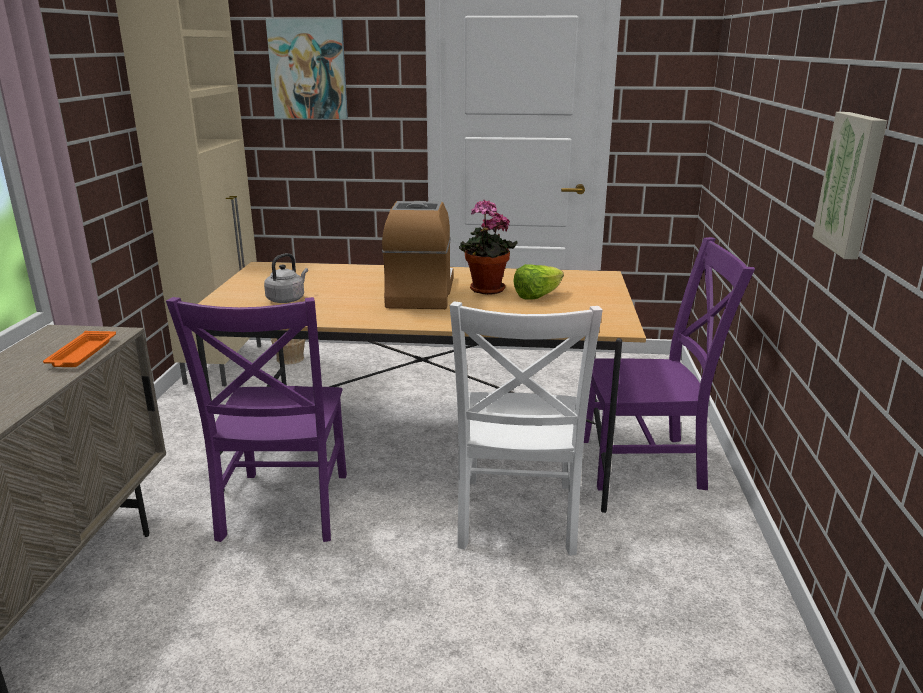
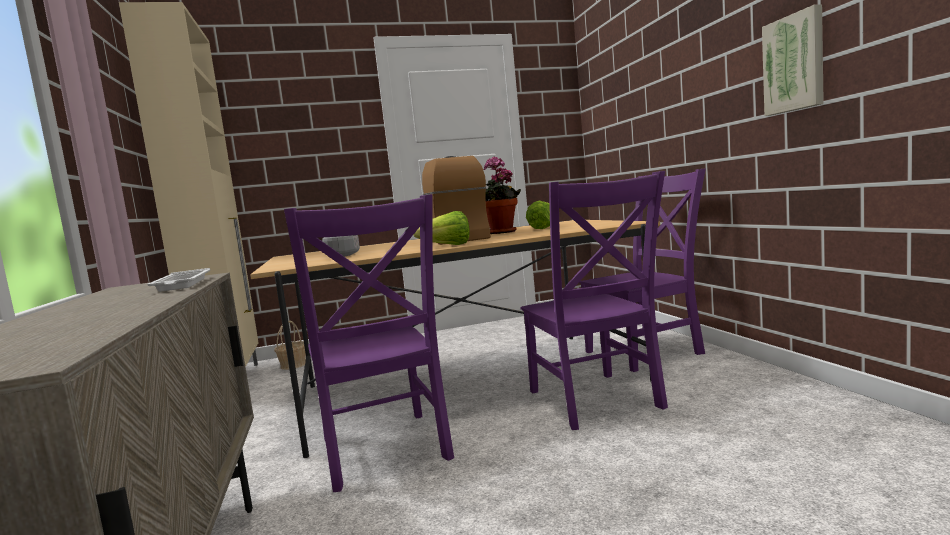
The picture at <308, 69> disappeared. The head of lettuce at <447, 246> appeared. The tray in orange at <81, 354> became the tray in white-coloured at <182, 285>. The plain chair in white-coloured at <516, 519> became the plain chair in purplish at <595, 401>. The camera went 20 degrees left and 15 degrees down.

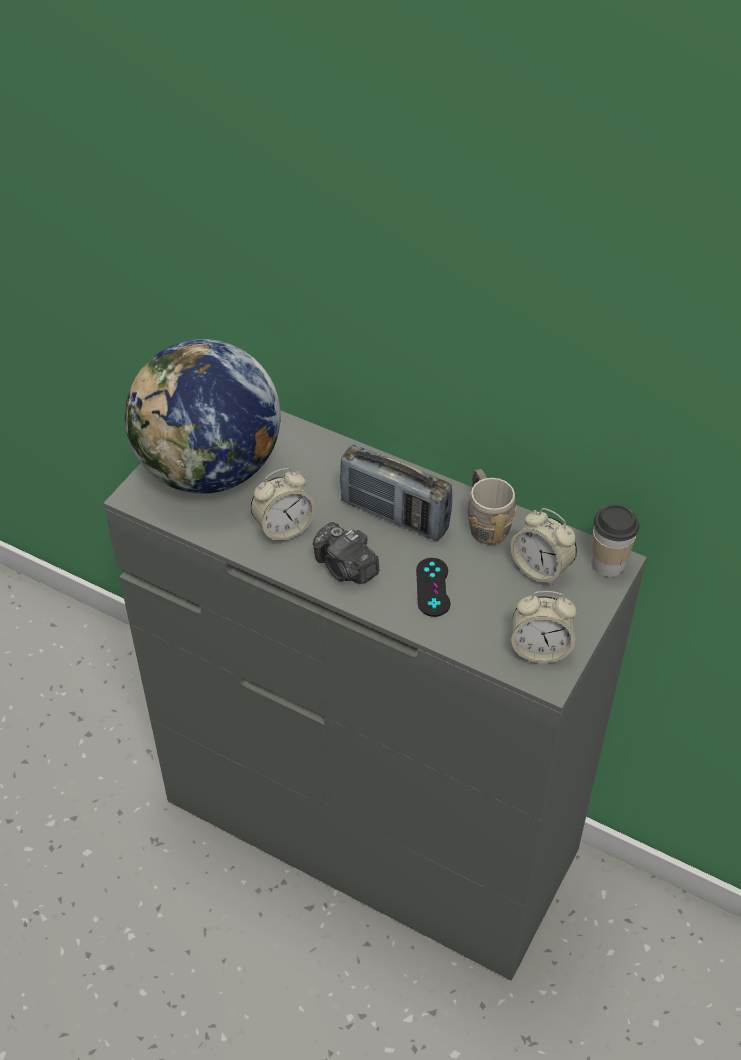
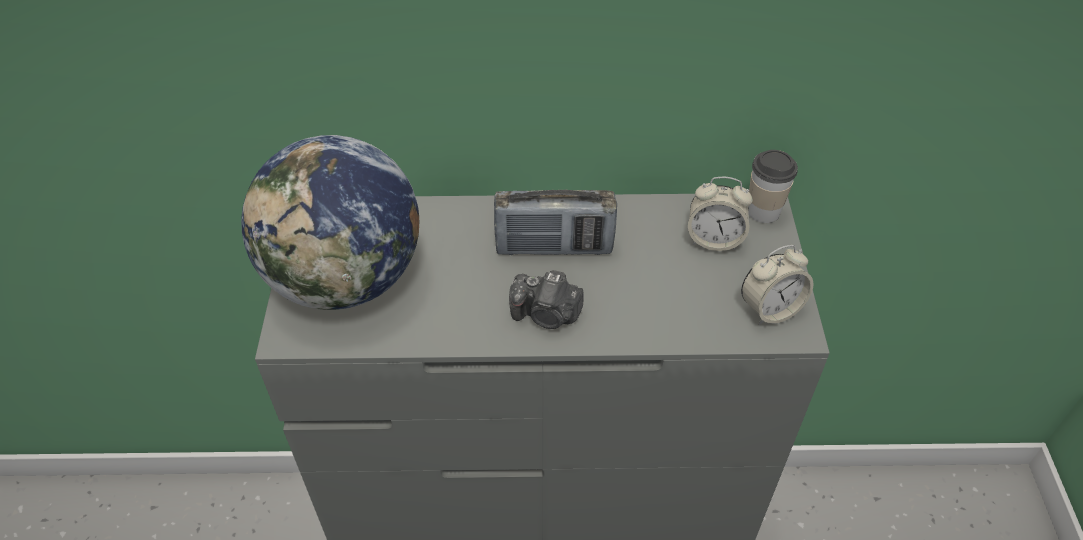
The bedside clock at <284, 528> disappeared. The gamepad in blackish at <433, 587> disappeared. The tea mug in greyish at <485, 523> disappeared. The camera went 30 degrees left and 0 degrees up.

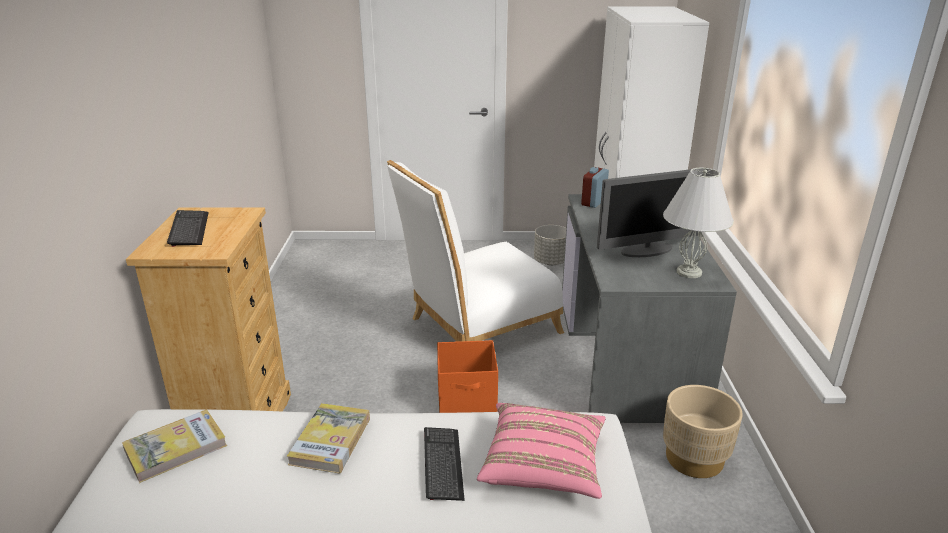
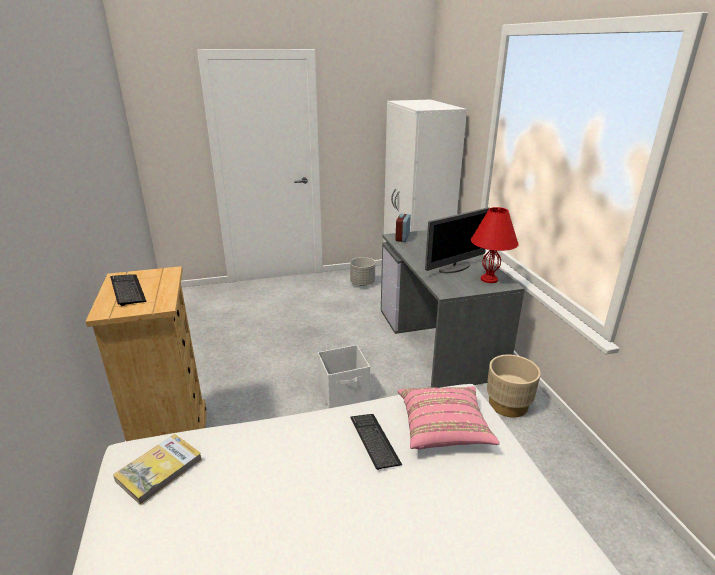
The bound book at <330, 440> disappeared. The plain chair in white-coloured at <477, 328> disappeared. The storage box in orange at <468, 405> became the storage box in white-coloured at <344, 394>. The lamp for a table in white-coloured at <688, 272> became the lamp for a table in reddish at <488, 279>. The camera went 15 degrees left and 0 degrees up.

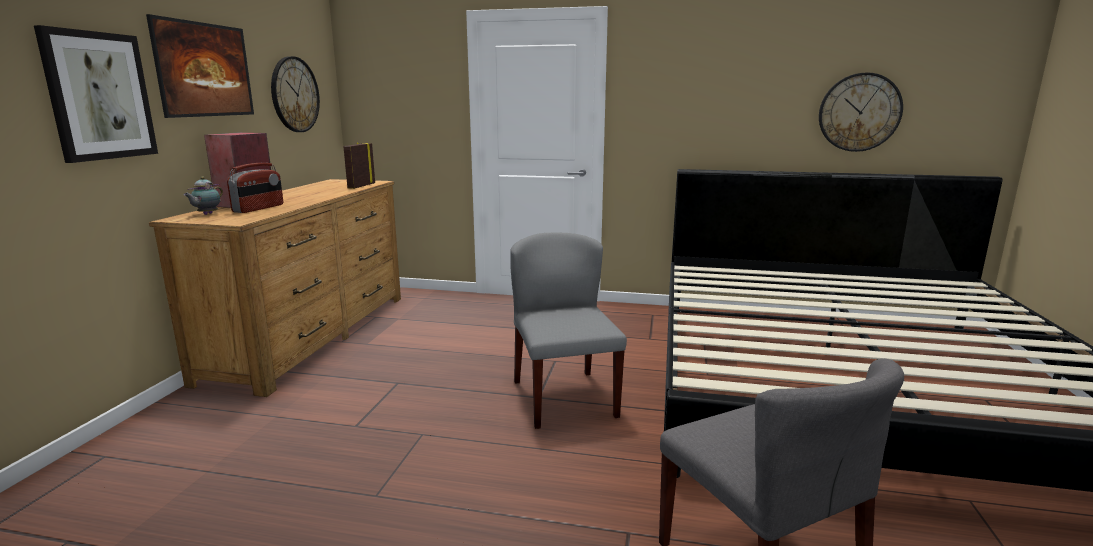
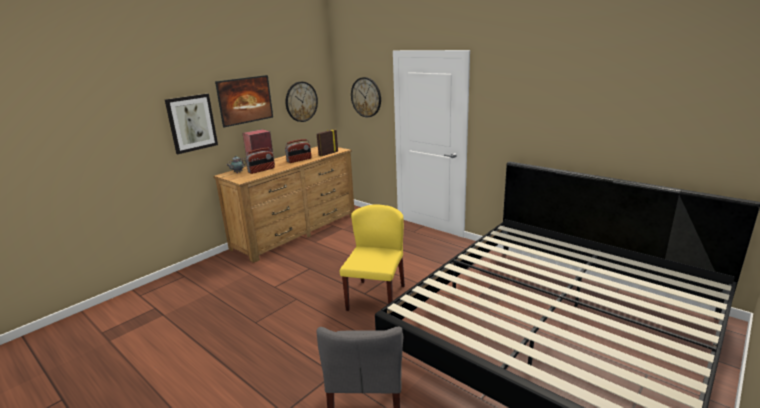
The radio receiver at <299, 160> appeared. The wall clock moved from <859, 112> to <366, 97>. The plain chair in greyish at <563, 398> became the plain chair in yellowish at <376, 297>. The camera went 30 degrees right and 5 degrees up.

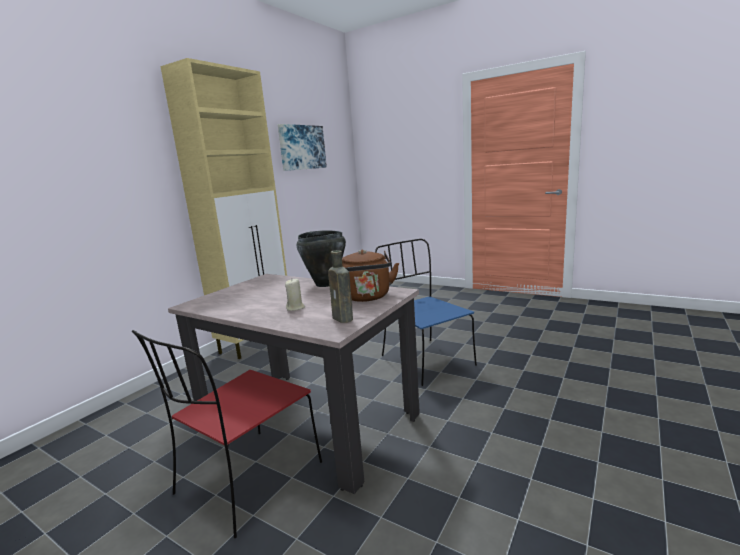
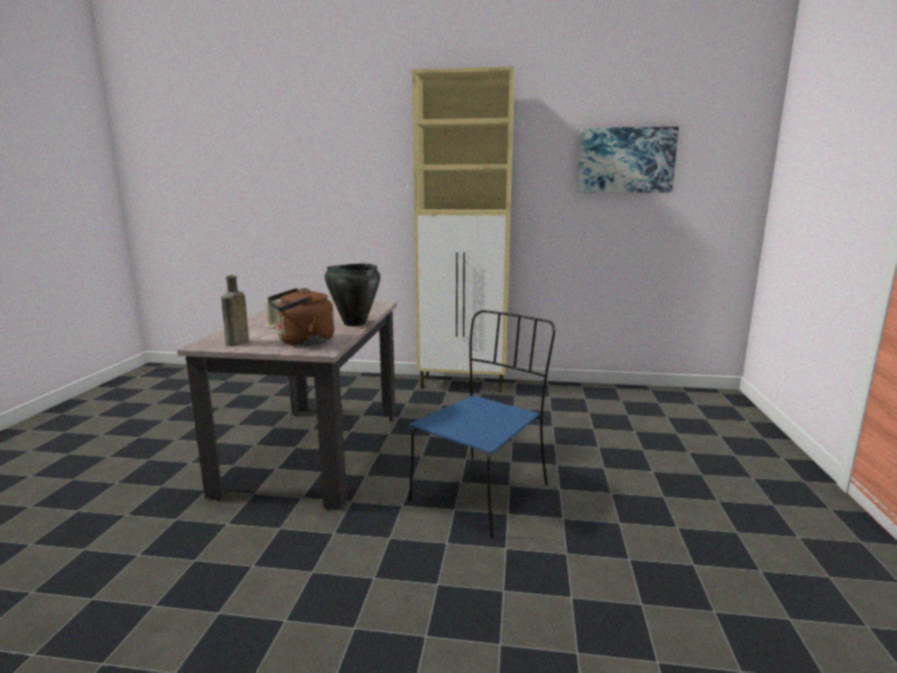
The plain chair in reddish at <247, 480> disappeared. The camera went 65 degrees right and 0 degrees up.

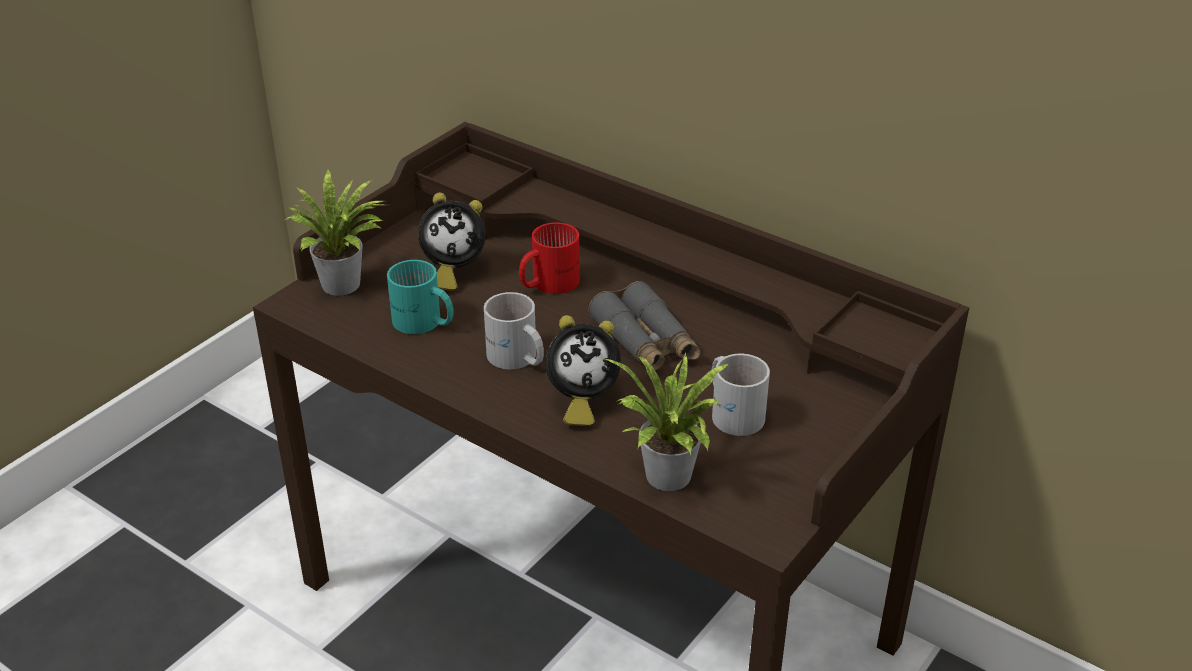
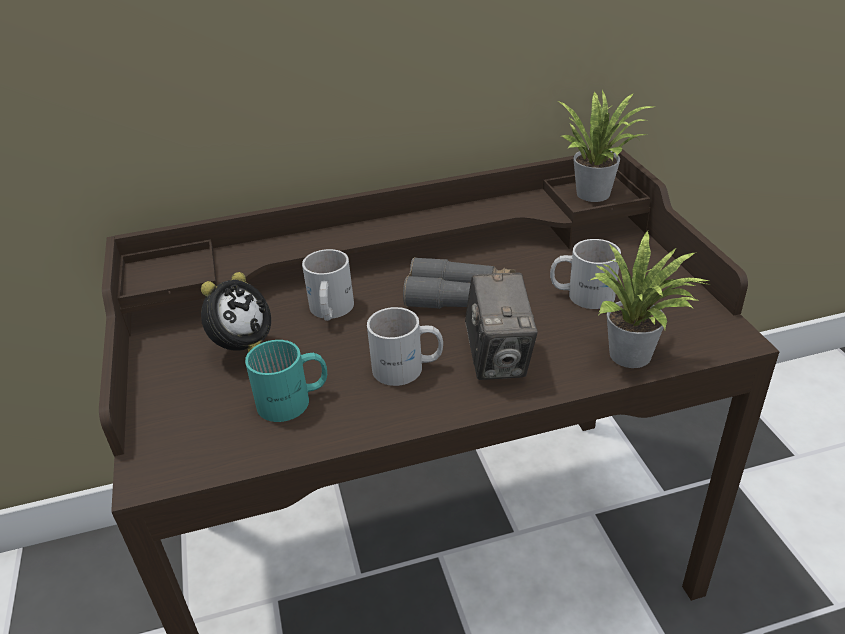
The plant in a pot moved from <345, 286> to <597, 193>. The bedside clock at <580, 401> was replaced by the photo camera at <498, 359>. The tea mug in reddish at <547, 283> became the tea mug in white-coloured at <329, 310>. The camera went 50 degrees left and 0 degrees up.

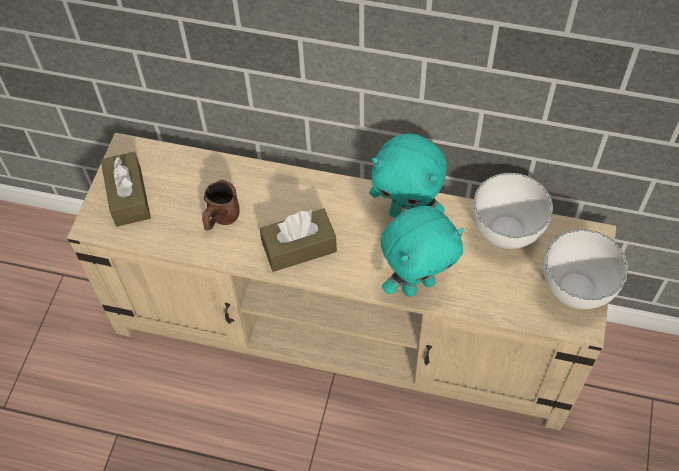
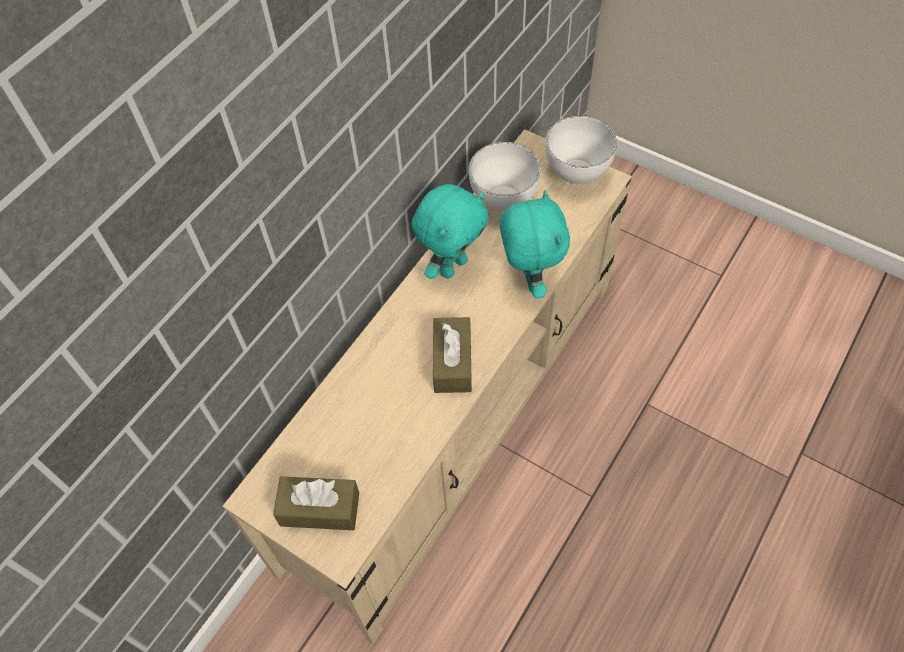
The tea mug in brown at <220, 220> disappeared. The camera went 70 degrees left and 0 degrees up.

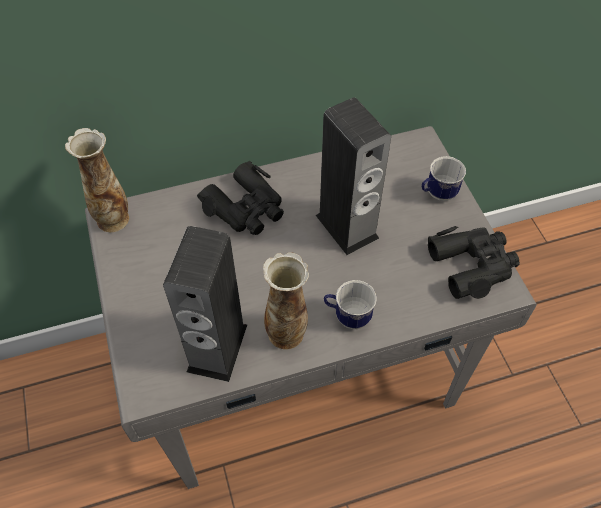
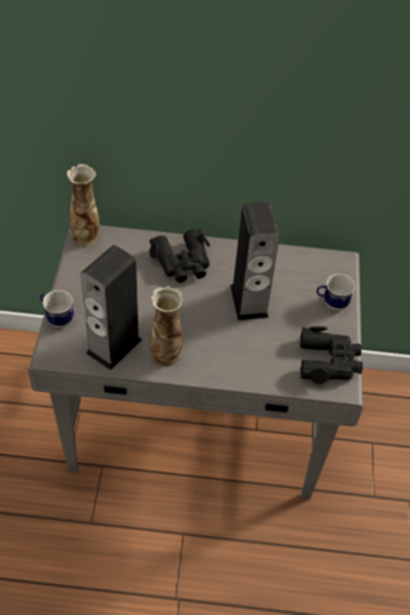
The tea mug moved from <347, 316> to <57, 318>. The camera went 20 degrees right and 5 degrees down.

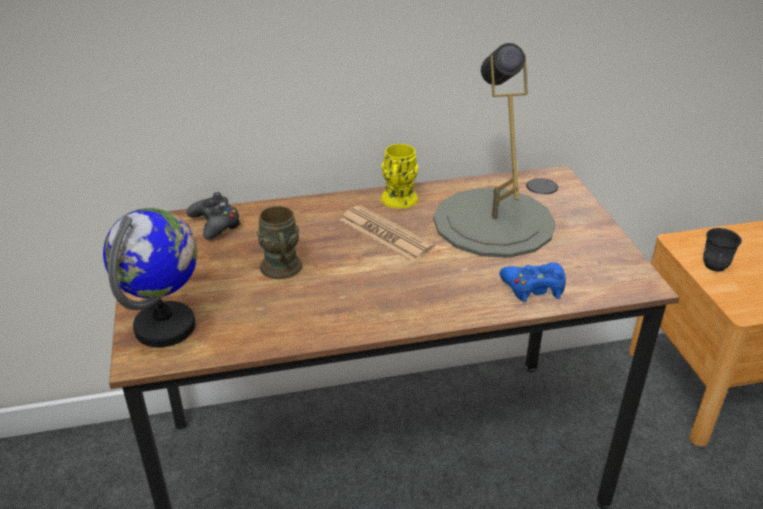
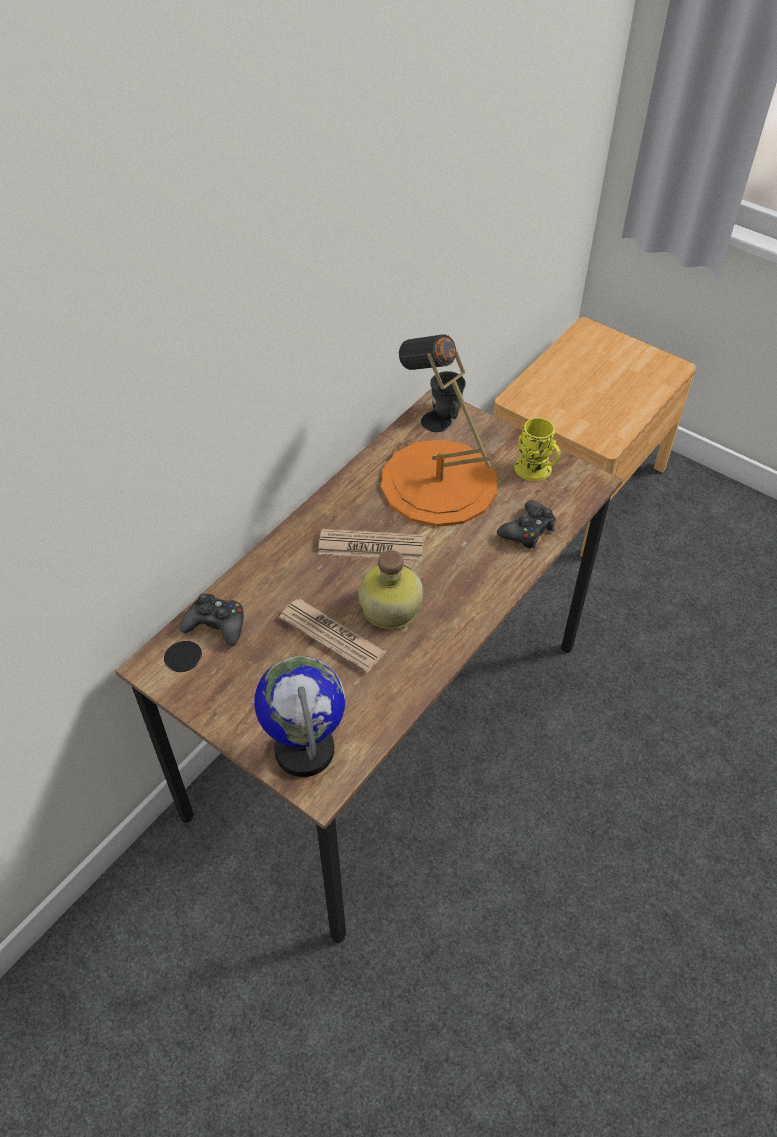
The bottle at <388, 608> appeared. The tea mug in yellowish moved from <398, 202> to <537, 472>. The tea mug in greyish moved from <714, 268> to <448, 415>. The tea mug in brown at <282, 271> was replaced by the daily paper at <332, 635>. The lamp for a table in greyish at <493, 222> became the lamp for a table in orange at <438, 483>. The gamepad in blue-coloured at <534, 287> became the gamepad in blackish at <528, 530>. The camera went 40 degrees left and 15 degrees up.

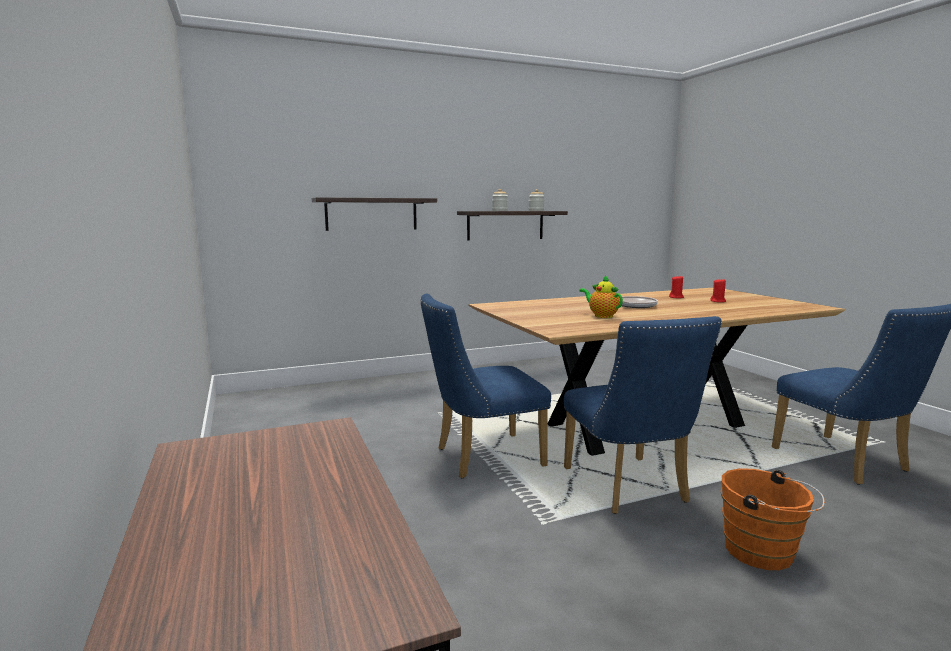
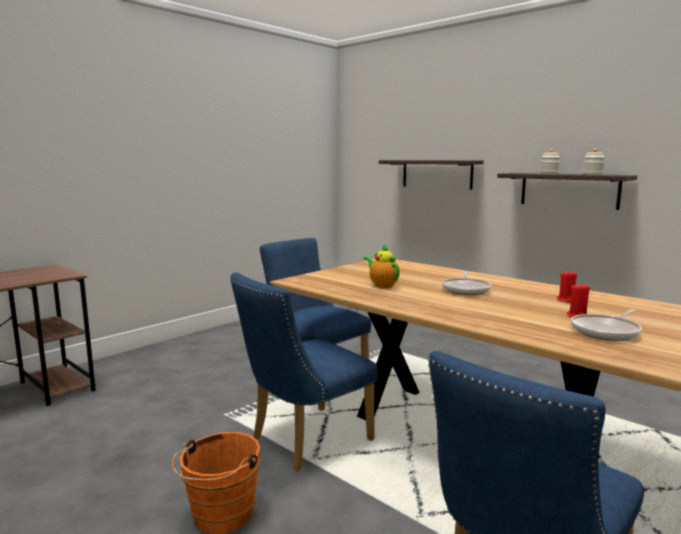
The frying pan at <607, 332> appeared. The tea pot at <601, 316> turned 60 degrees counterclockwise. The camera went 65 degrees right and 0 degrees up.

